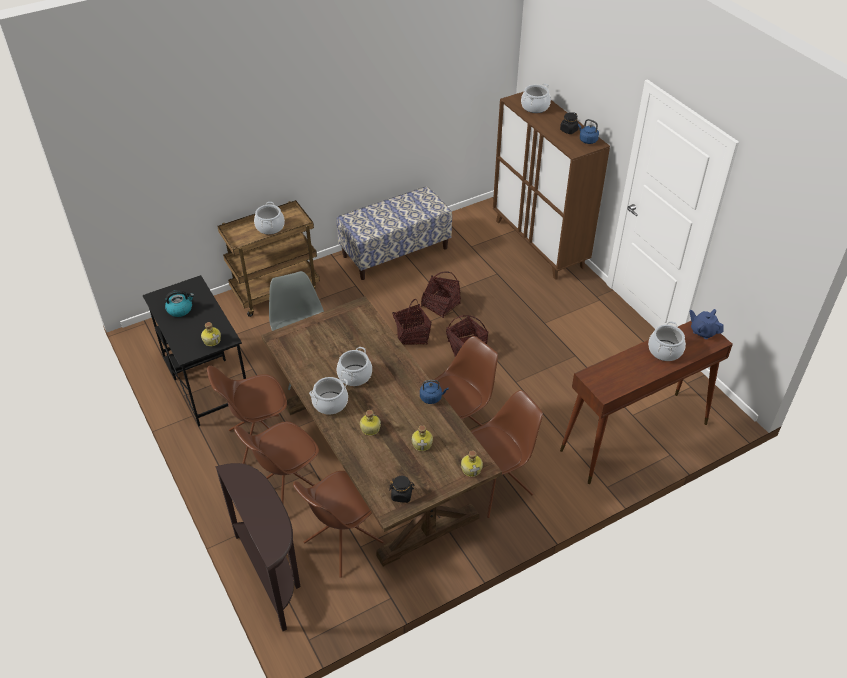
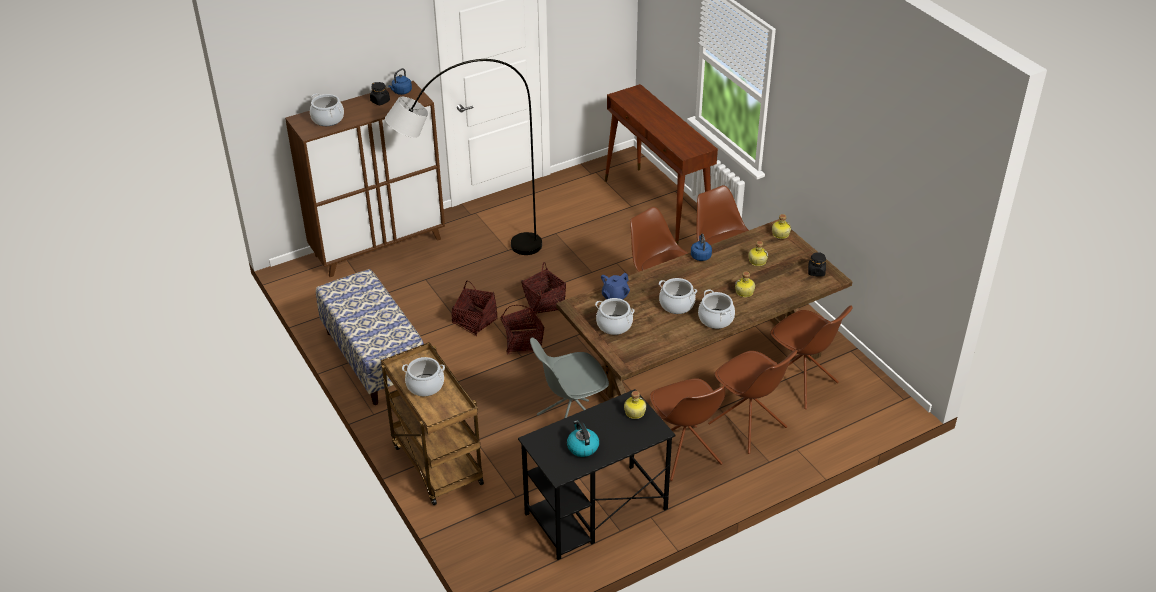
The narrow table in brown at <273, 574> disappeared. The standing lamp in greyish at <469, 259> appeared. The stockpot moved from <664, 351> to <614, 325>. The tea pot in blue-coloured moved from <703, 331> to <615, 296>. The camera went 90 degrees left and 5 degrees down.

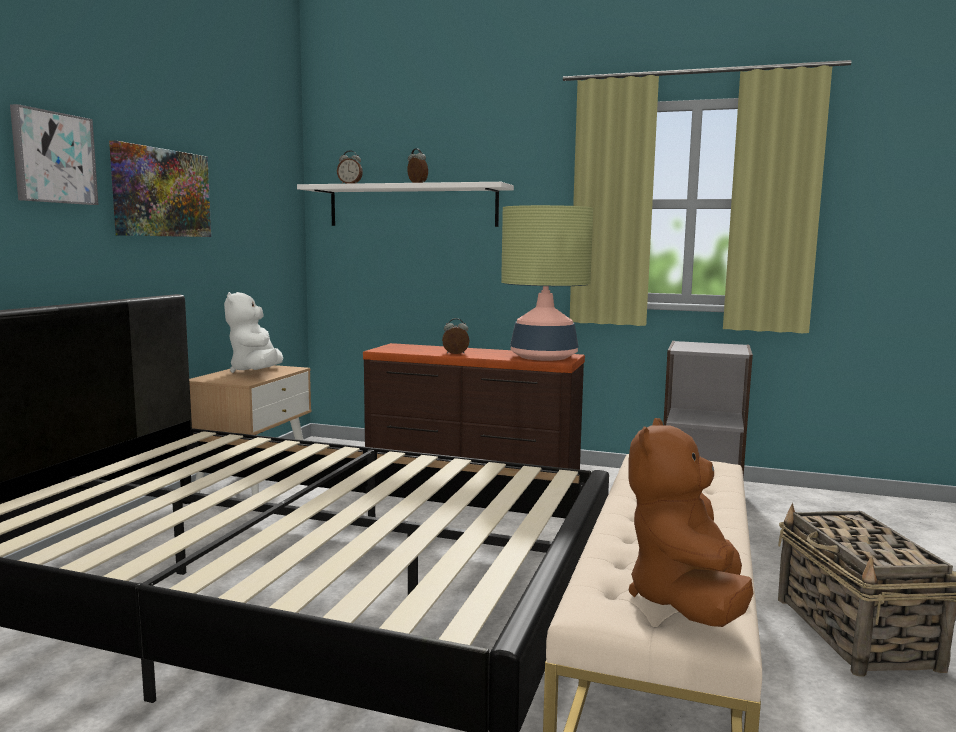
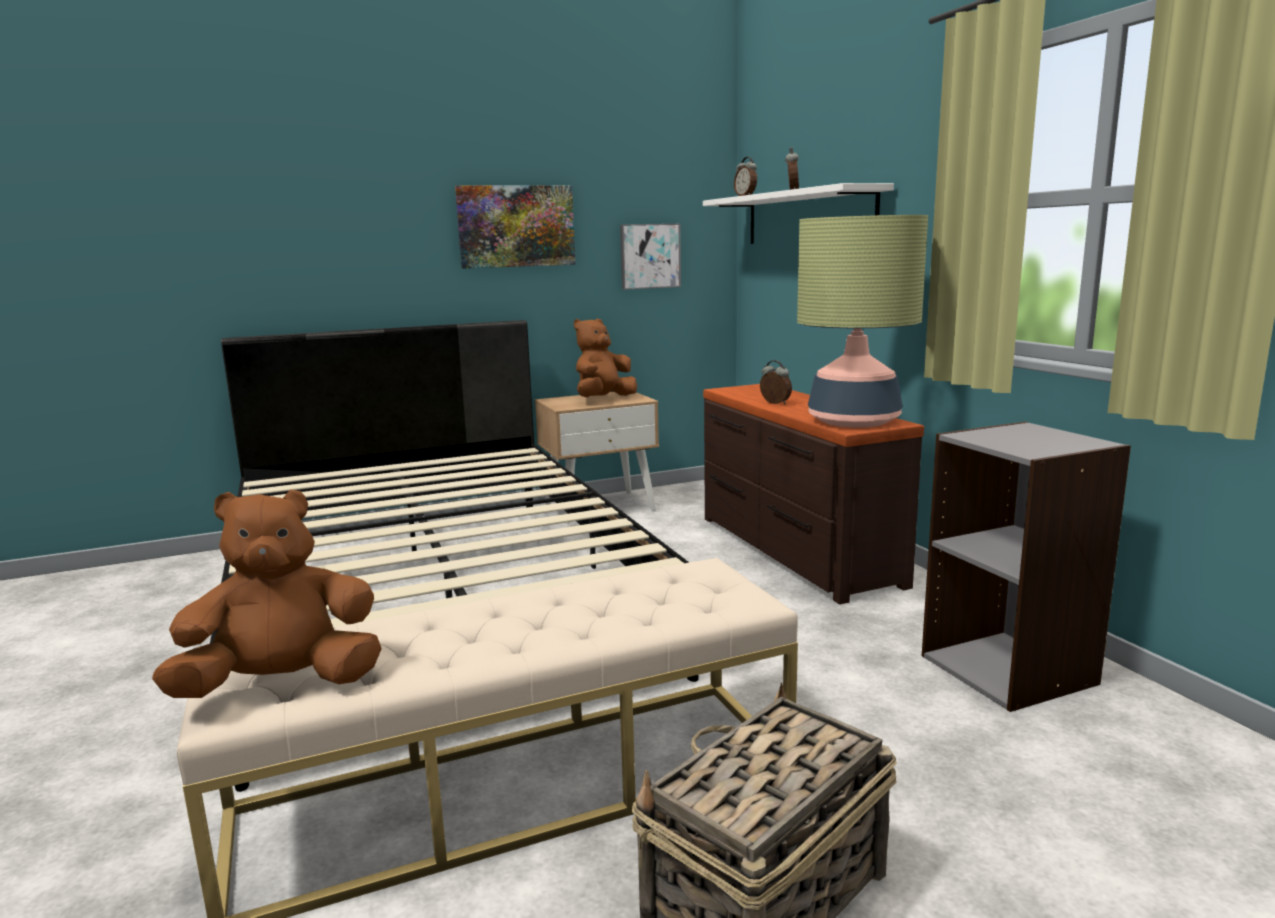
The picture moved from <53, 158> to <649, 256>. The soft toy in white-coloured at <256, 372> became the soft toy in brown at <603, 399>. The camera went 50 degrees right and 5 degrees up.

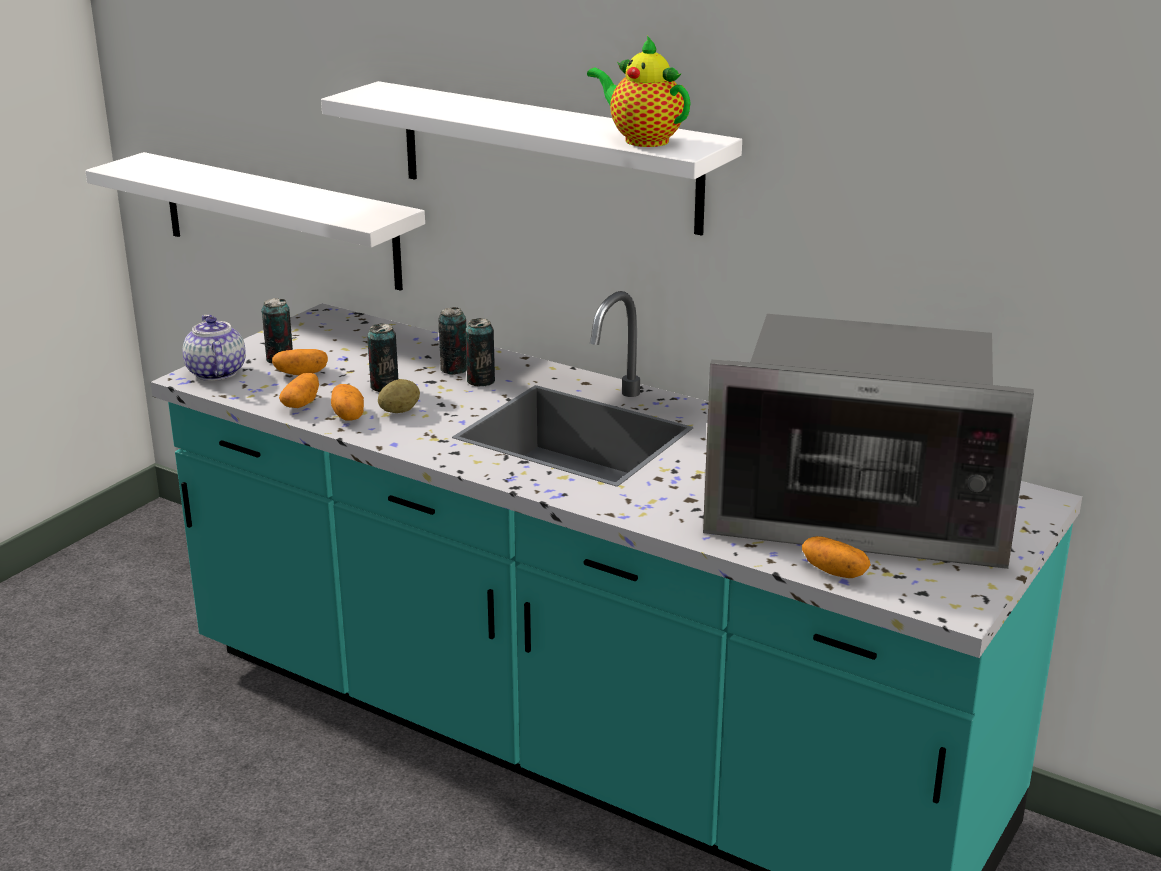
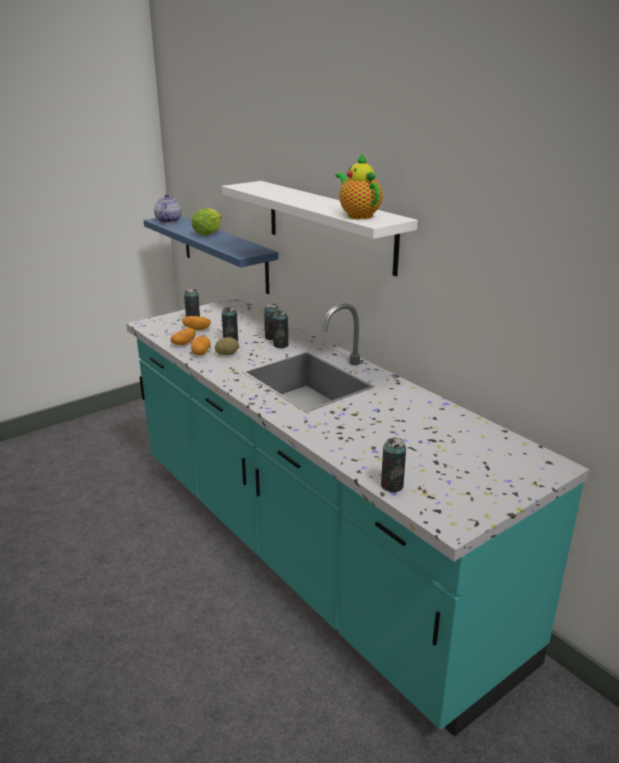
The kitchen microwave at <858, 513> disappeared. The head of lettuce at <209, 233> appeared. The tea pot moved from <215, 372> to <168, 221>. The spud at <834, 571> was replaced by the sealed can at <392, 486>. The bracket shelf in white-coloured at <279, 220> became the bracket shelf in blue-coloured at <224, 253>. The camera went 20 degrees right and 0 degrees up.

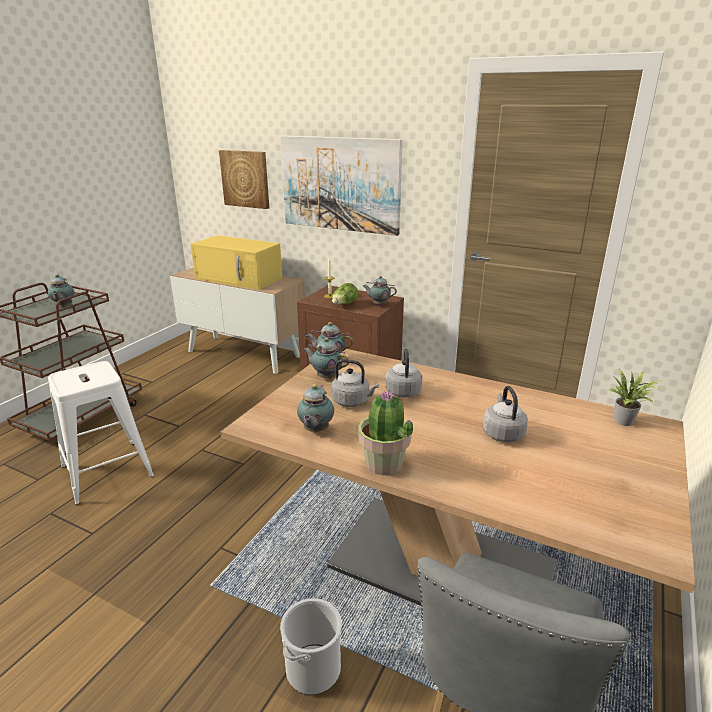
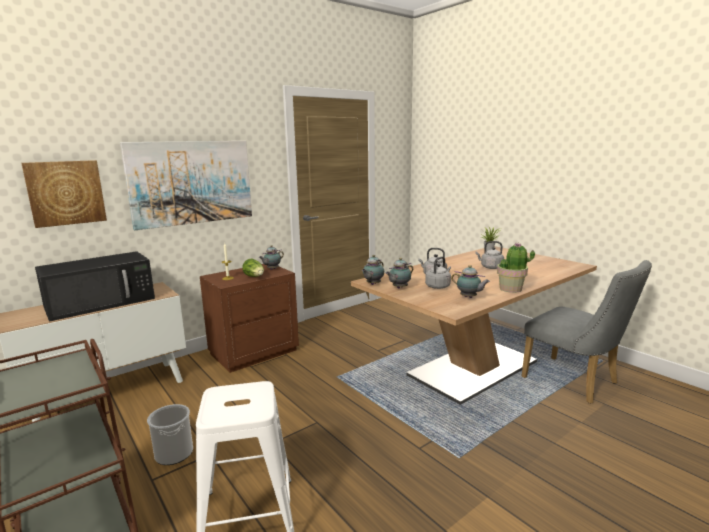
The tea pot at <64, 306> disappeared. The pail moved from <313, 669> to <174, 453>. The kitchen microwave in yellowish at <240, 278> became the kitchen microwave in blackish at <102, 302>. The camera went 65 degrees left and 10 degrees down.

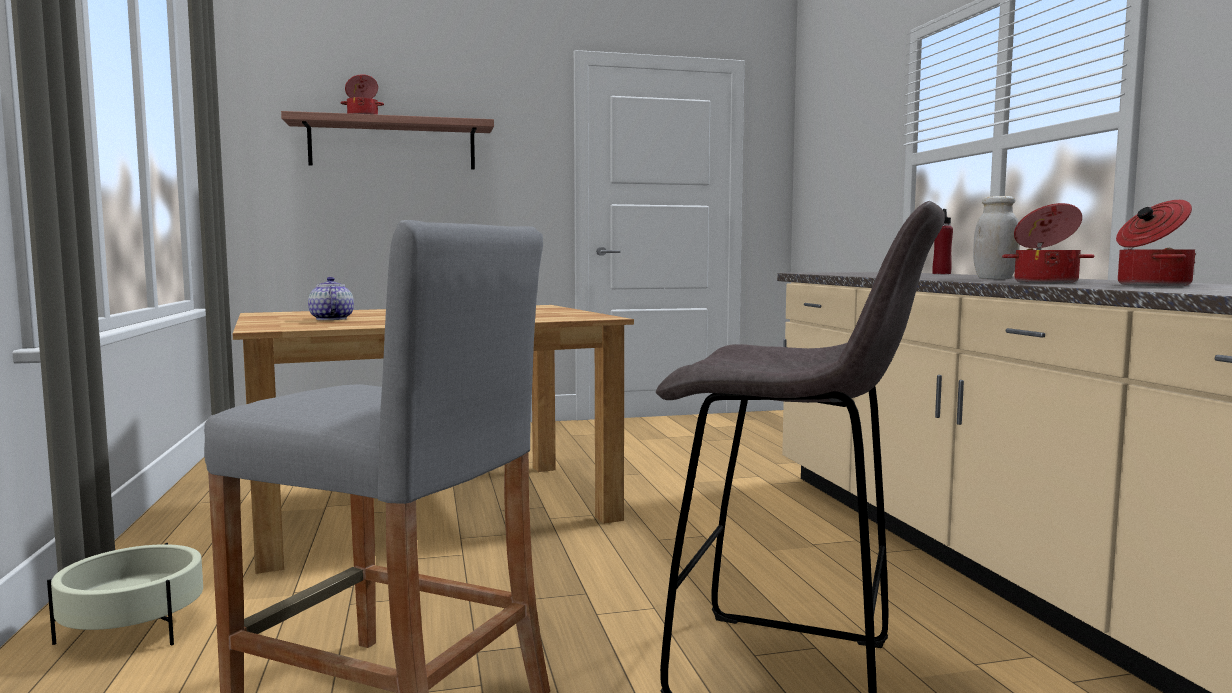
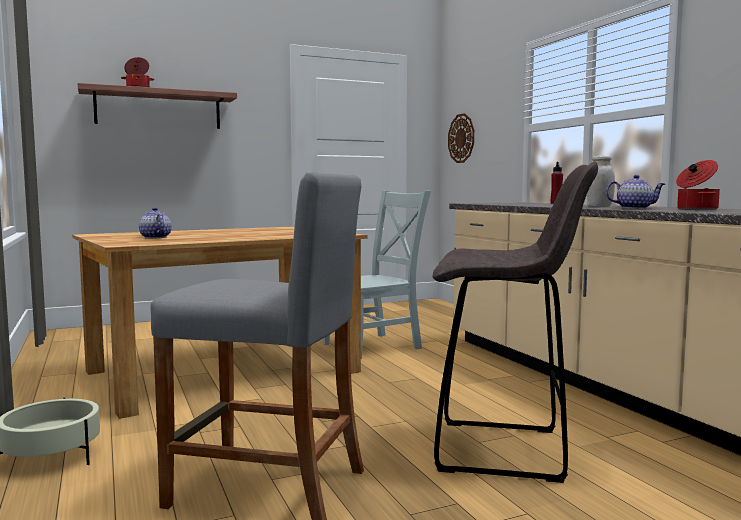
The plain chair in greyish at <375, 345> appeared. The wall clock at <461, 138> appeared. The stockpot at <1045, 282> was replaced by the tea pot at <634, 208>. The camera went 10 degrees left and 0 degrees up.

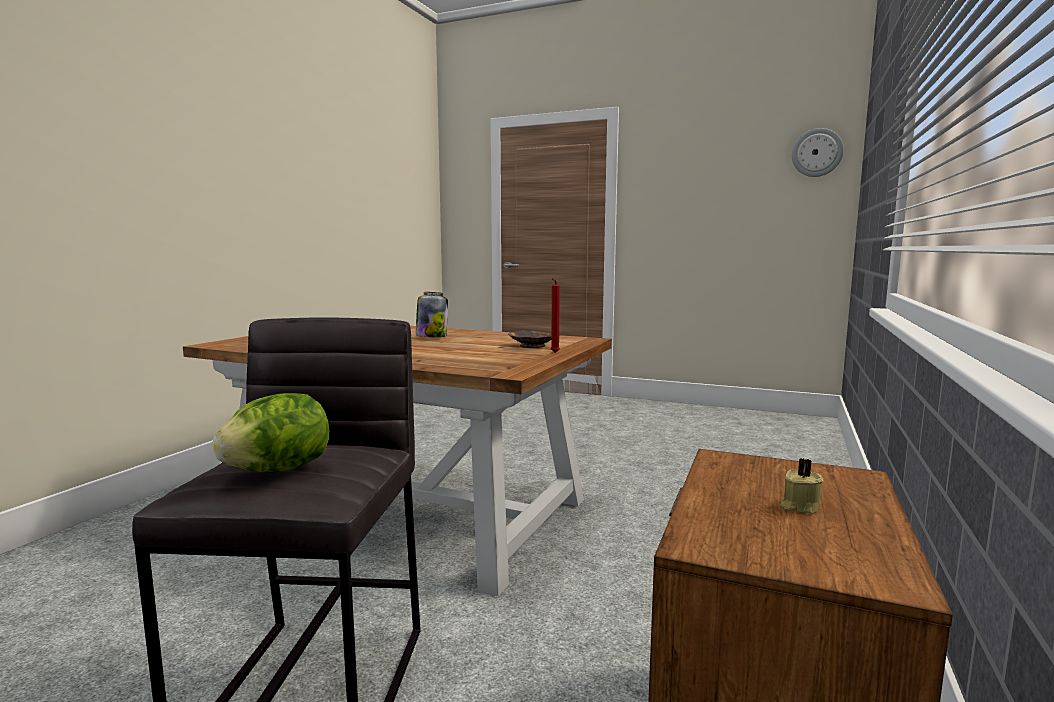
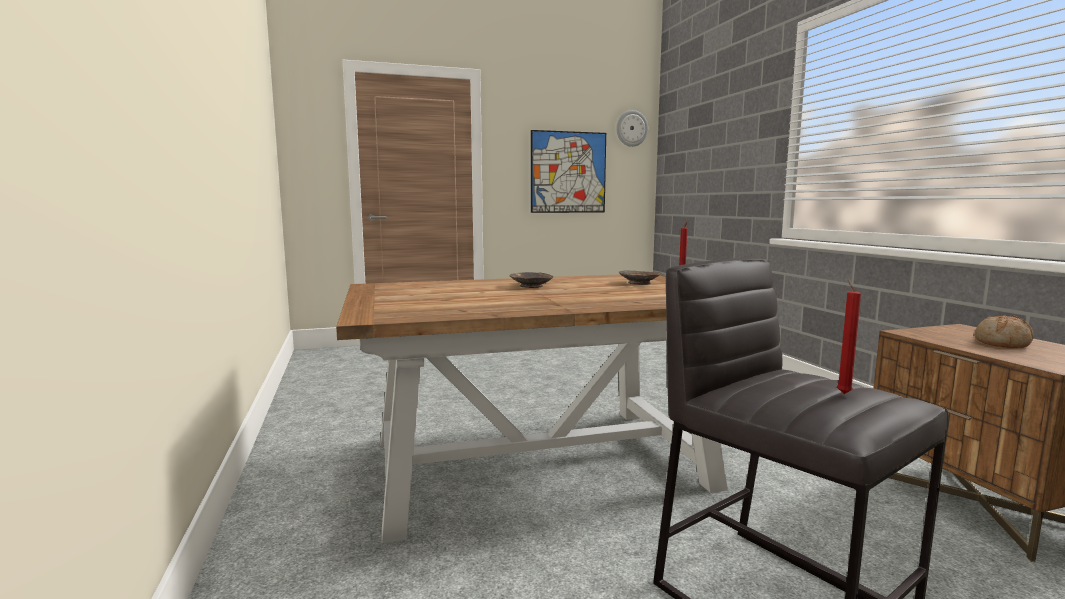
The picture at <568, 172> appeared. The head of lettuce at <278, 470> was replaced by the wax candle in reddish at <842, 393>. The storage jar at <431, 336> was replaced by the deep dish in brown at <530, 286>. The wax candle in beige-coloured at <799, 506> was replaced by the bread at <1004, 343>. The camera went 40 degrees left and 0 degrees up.

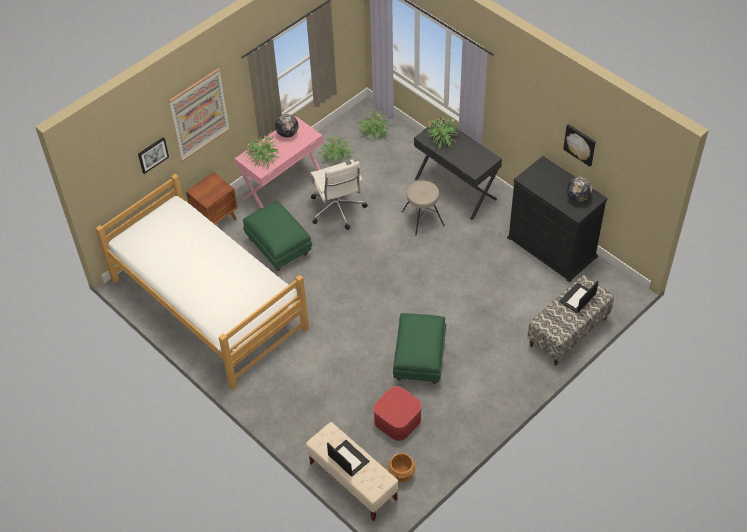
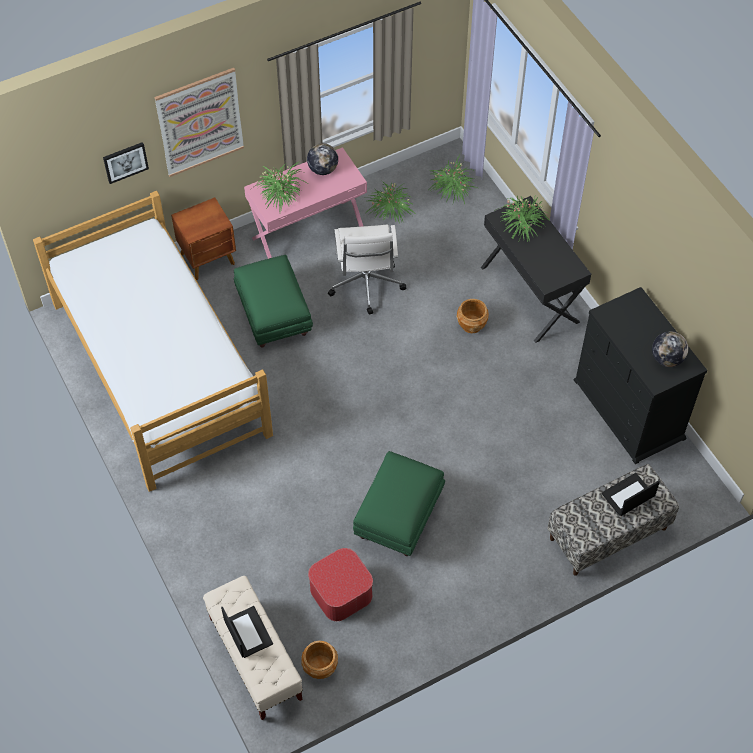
The picture at <580, 144> disappeared. The stool in beige-coloured at <422, 219> was replaced by the planter in brown at <471, 324>. The camera went 15 degrees right and 5 degrees up.

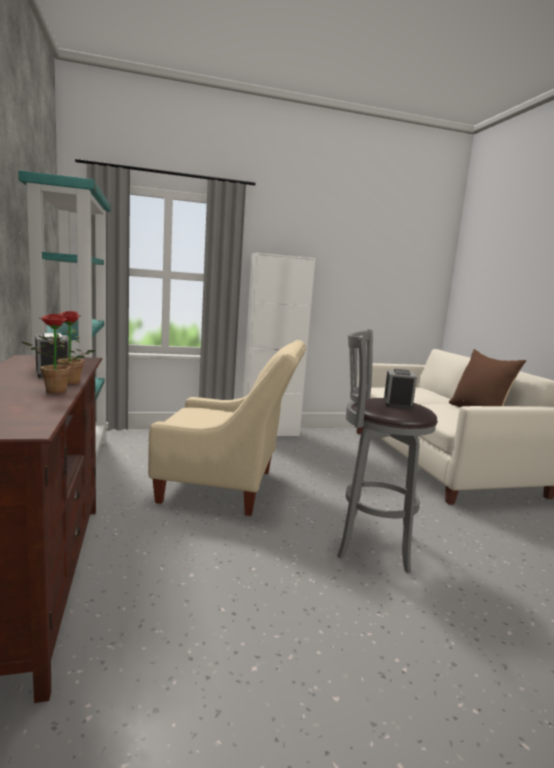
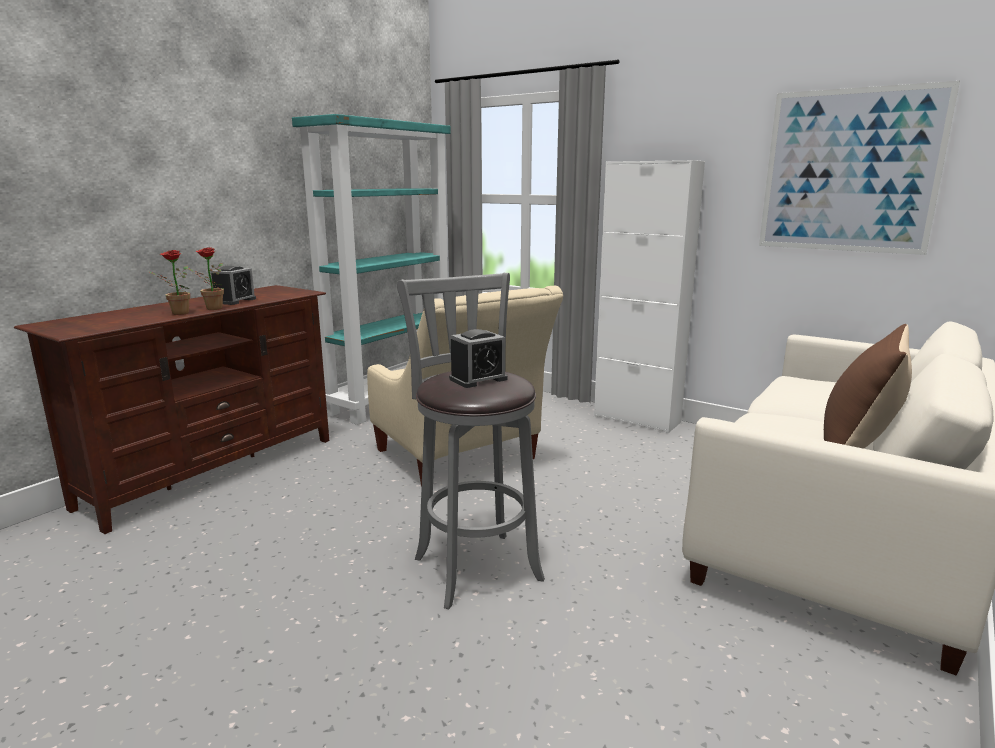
The picture at <849, 171> appeared. The camera went 50 degrees right and 5 degrees up.

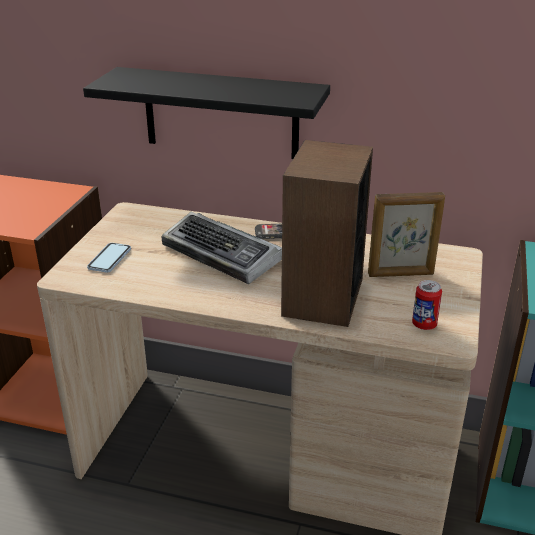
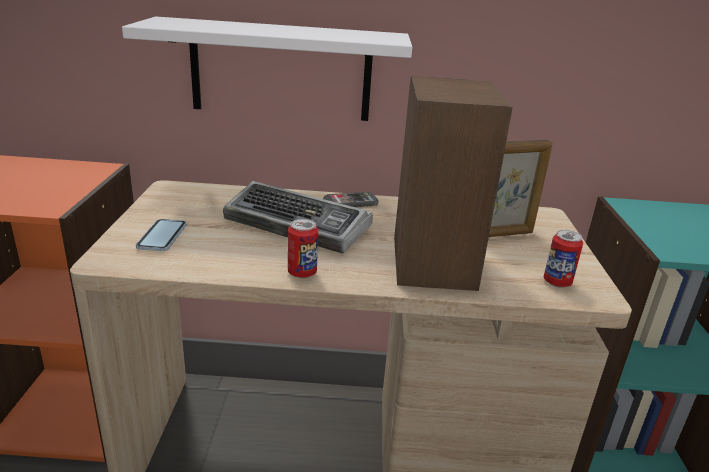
The sealed can at <302, 273> appeared. The bracket shelf in blackish at <221, 113> became the bracket shelf in white-coloured at <281, 71>. The camera went 15 degrees left and 5 degrees down.

